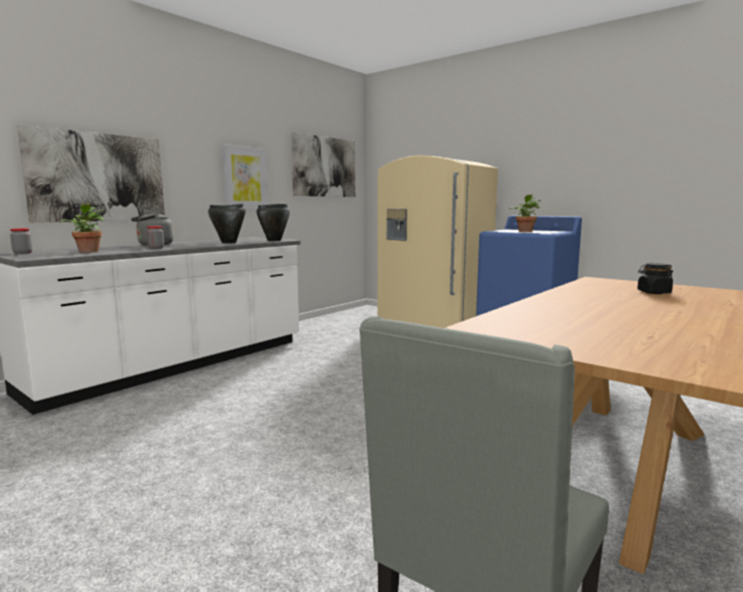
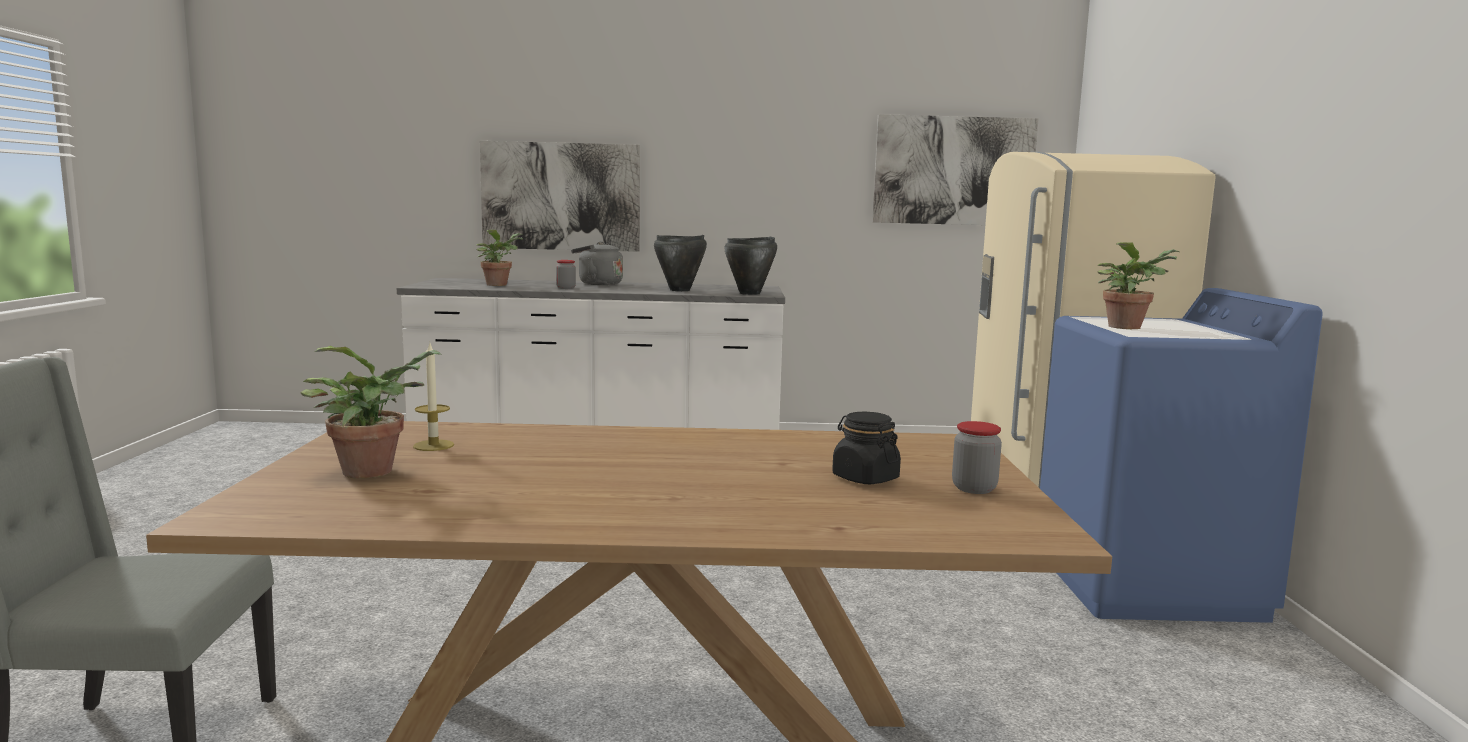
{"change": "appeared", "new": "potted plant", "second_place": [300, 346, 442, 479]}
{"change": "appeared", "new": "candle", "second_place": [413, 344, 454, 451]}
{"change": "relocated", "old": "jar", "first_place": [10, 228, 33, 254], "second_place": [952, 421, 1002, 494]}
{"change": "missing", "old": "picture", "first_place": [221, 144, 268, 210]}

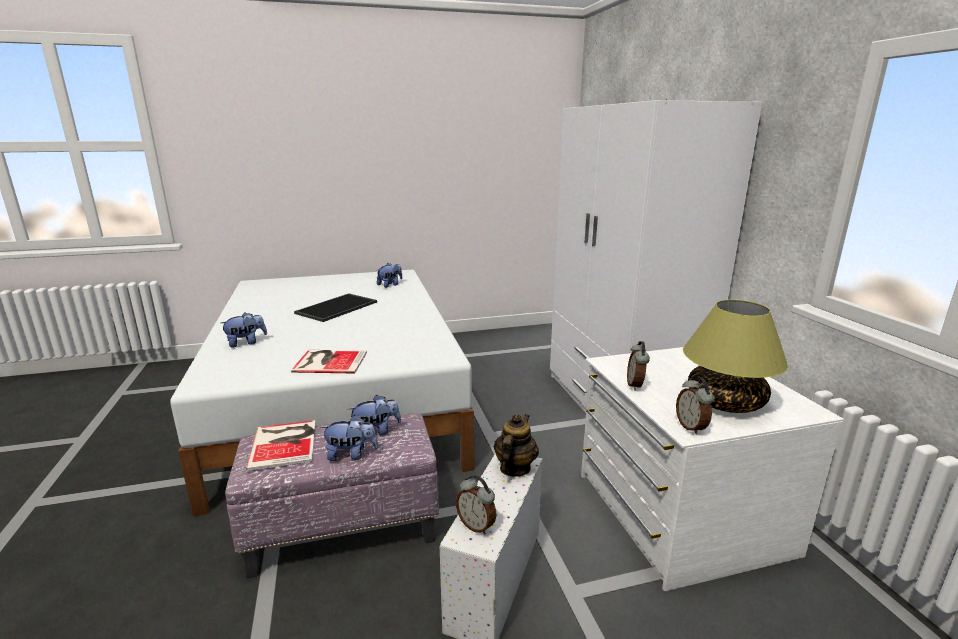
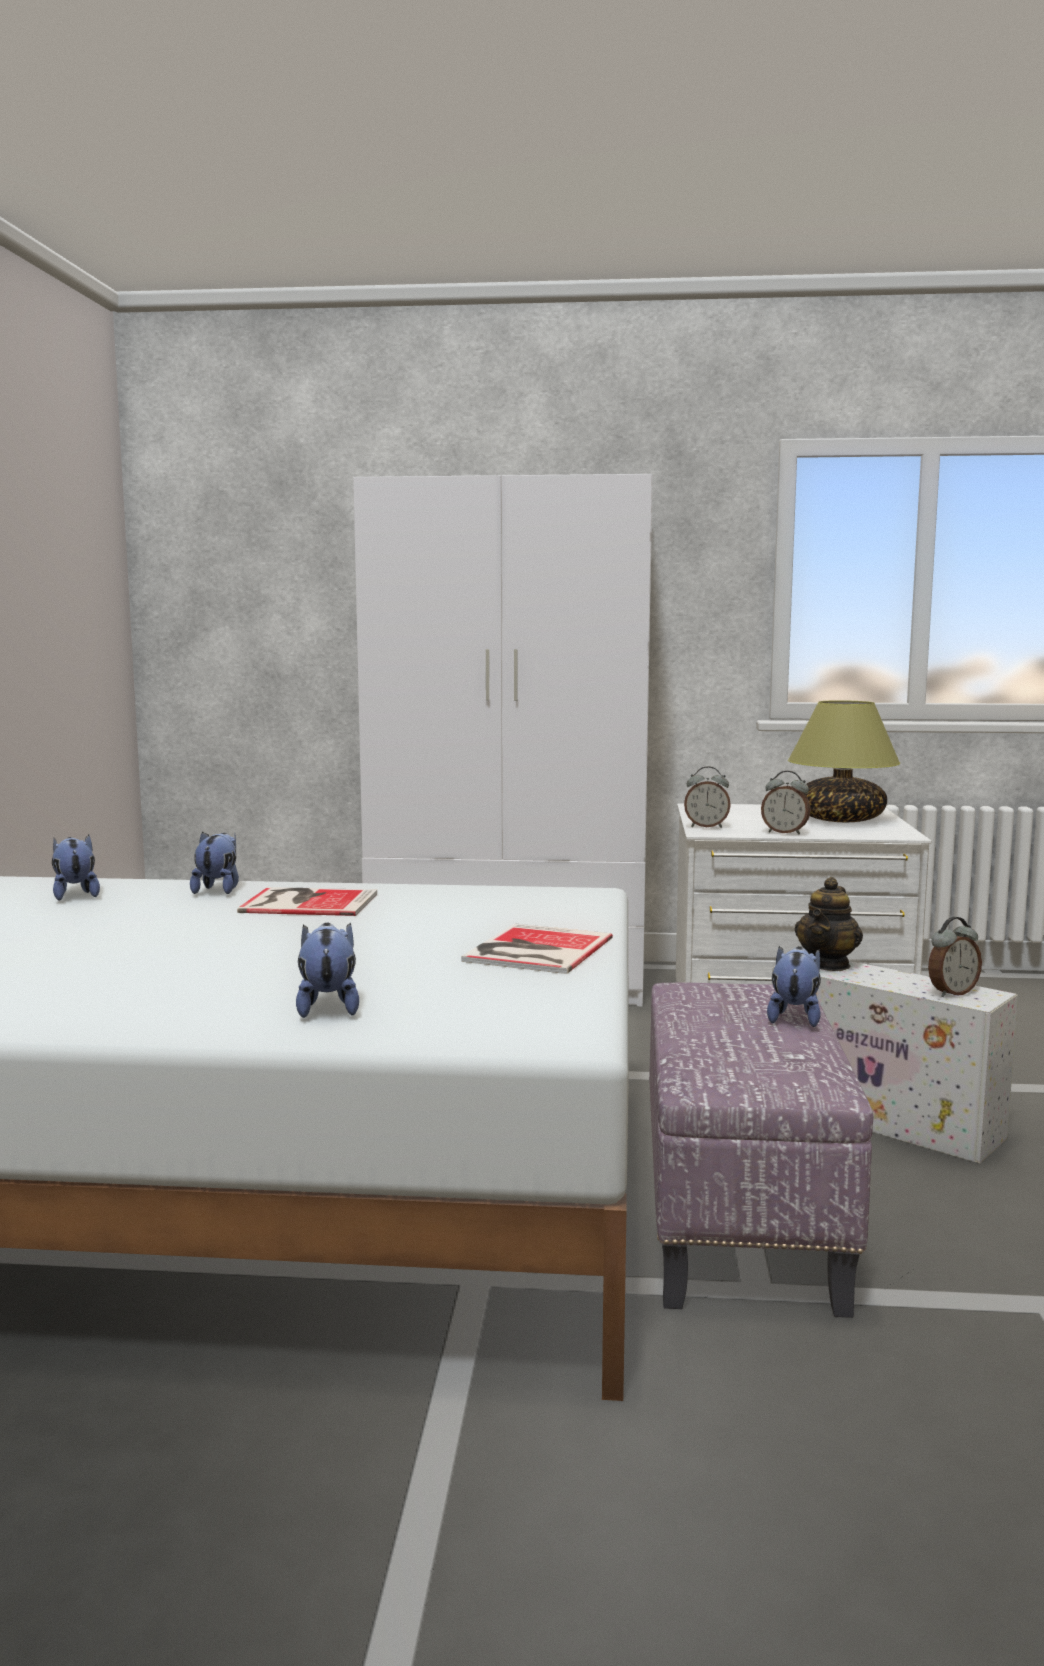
{"change": "relocated", "old": "plush toy", "first_place": [348, 395, 401, 436], "second_place": [190, 831, 239, 894]}
{"change": "relocated", "old": "book", "first_place": [246, 420, 316, 471], "second_place": [237, 887, 377, 916]}
{"change": "relocated", "old": "alarm clock", "first_place": [676, 377, 714, 435], "second_place": [684, 766, 731, 828]}
{"change": "spun", "old": "teapot", "first_place": [494, 414, 539, 477], "second_place": [795, 877, 863, 971], "degrees": -105}
{"change": "missing", "old": "tray", "first_place": [294, 294, 377, 322]}

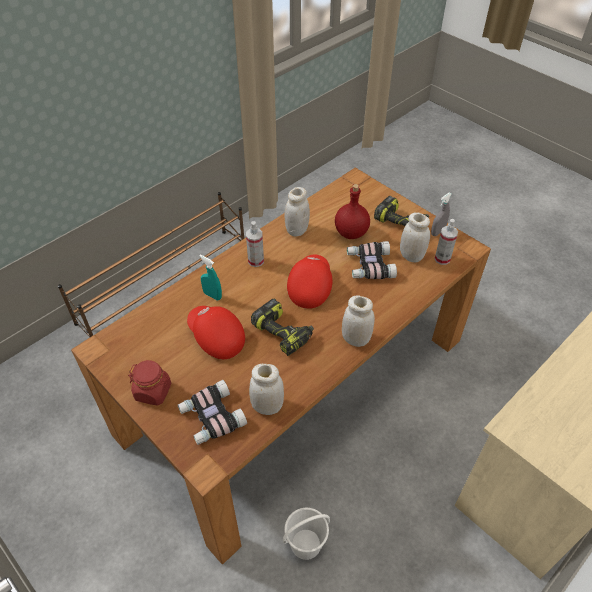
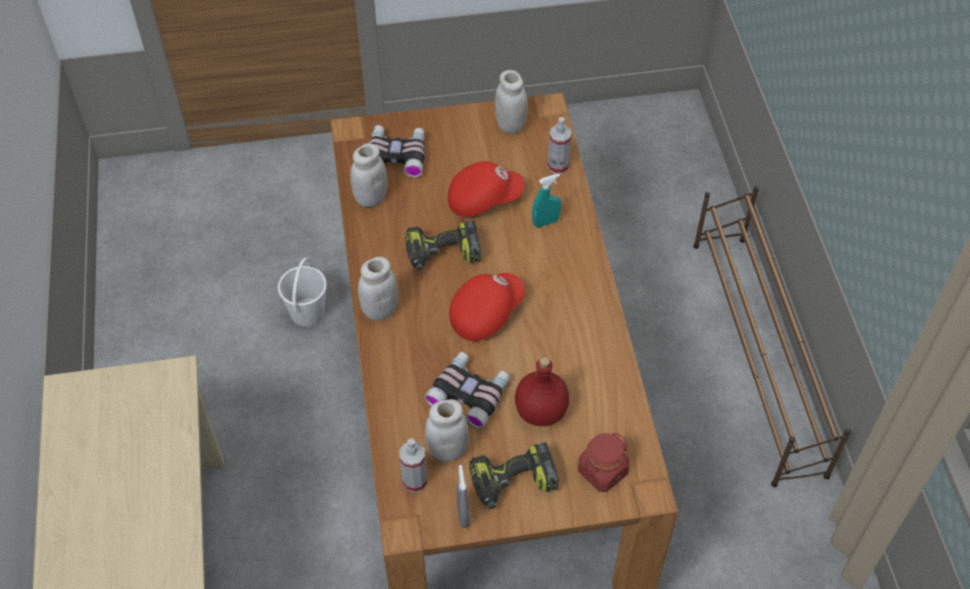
{"change": "spun", "old": "cap (red)", "first_place": [287, 255, 332, 309], "second_place": [449, 273, 525, 341], "degrees": -90}
{"change": "relocated", "old": "jar (white)", "first_place": [284, 187, 310, 236], "second_place": [495, 70, 528, 134]}
{"change": "relocated", "old": "spray bottle", "first_place": [246, 221, 264, 267], "second_place": [548, 117, 572, 174]}
{"change": "relocated", "old": "jar (red)", "first_place": [128, 360, 171, 406], "second_place": [578, 433, 630, 492]}

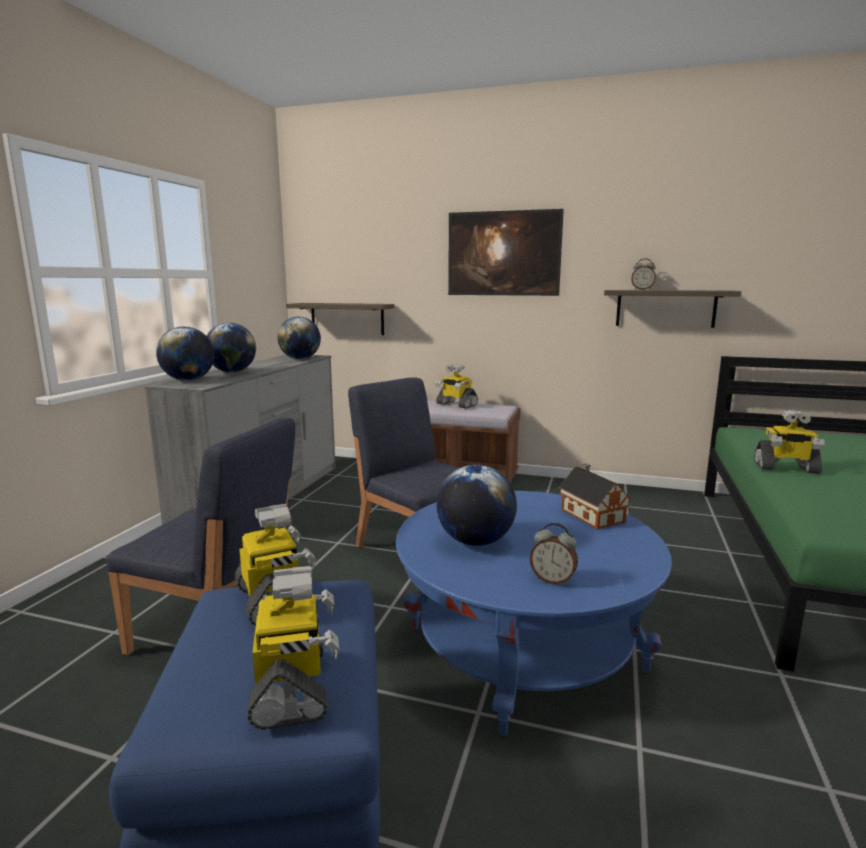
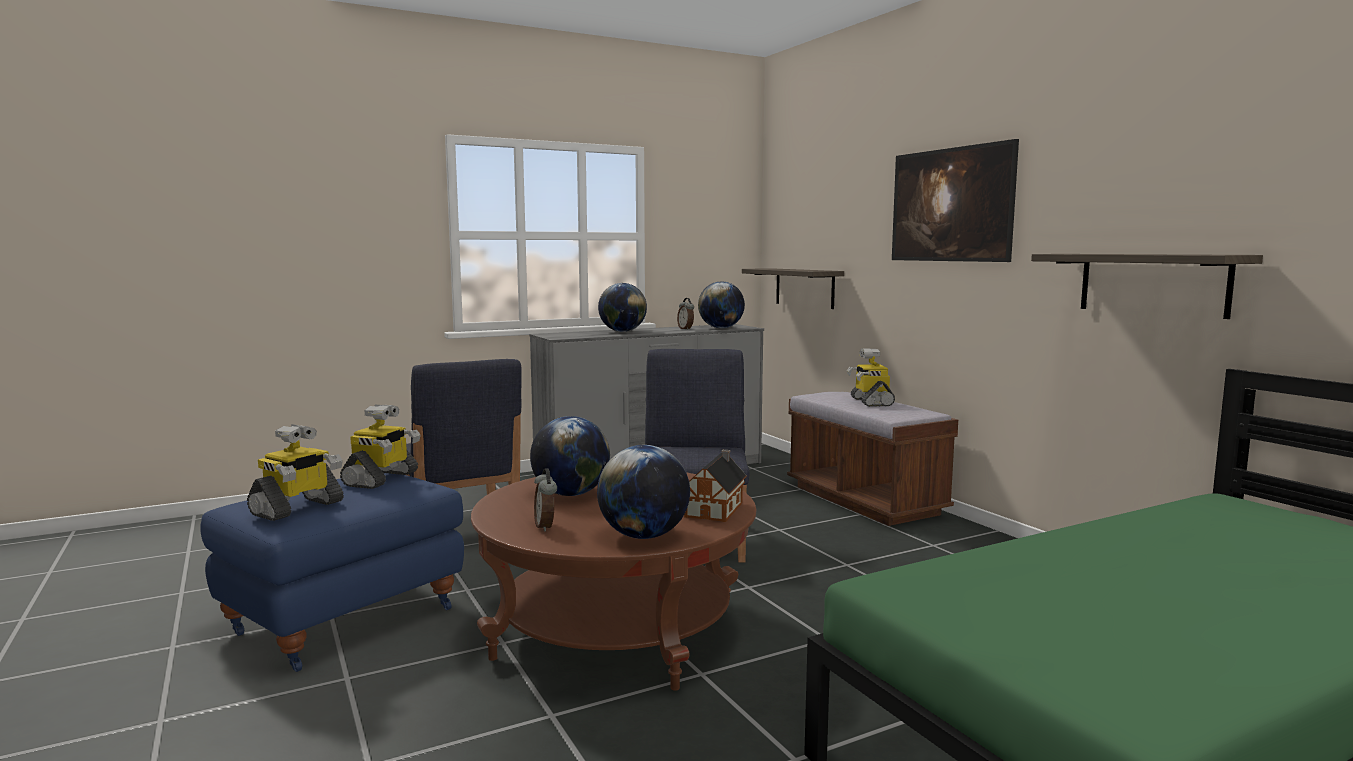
{"change": "colour", "old": "coffee table (blue)", "new": "coffee table (brown)", "first_place": [396, 491, 672, 736], "second_place": [471, 473, 756, 691]}
{"change": "relocated", "old": "globe", "first_place": [156, 327, 214, 381], "second_place": [597, 445, 690, 539]}
{"change": "relocated", "old": "alarm clock", "first_place": [631, 258, 656, 290], "second_place": [677, 298, 694, 330]}
{"change": "missing", "old": "toy robot", "first_place": [754, 410, 825, 474]}

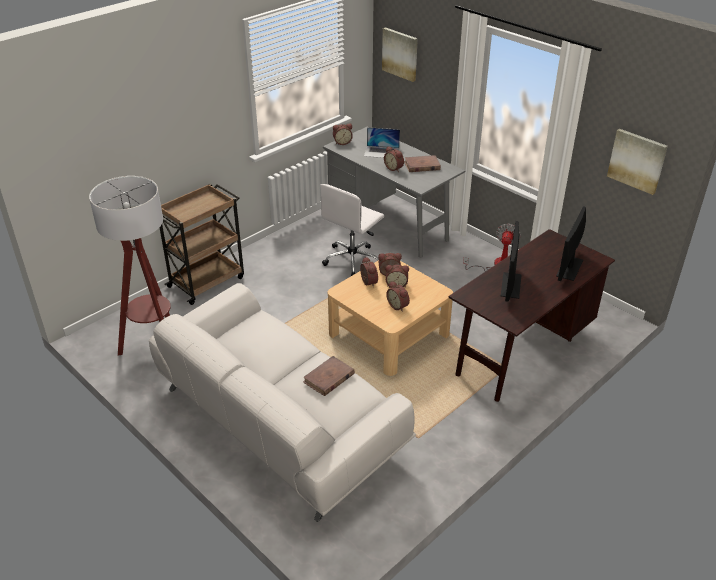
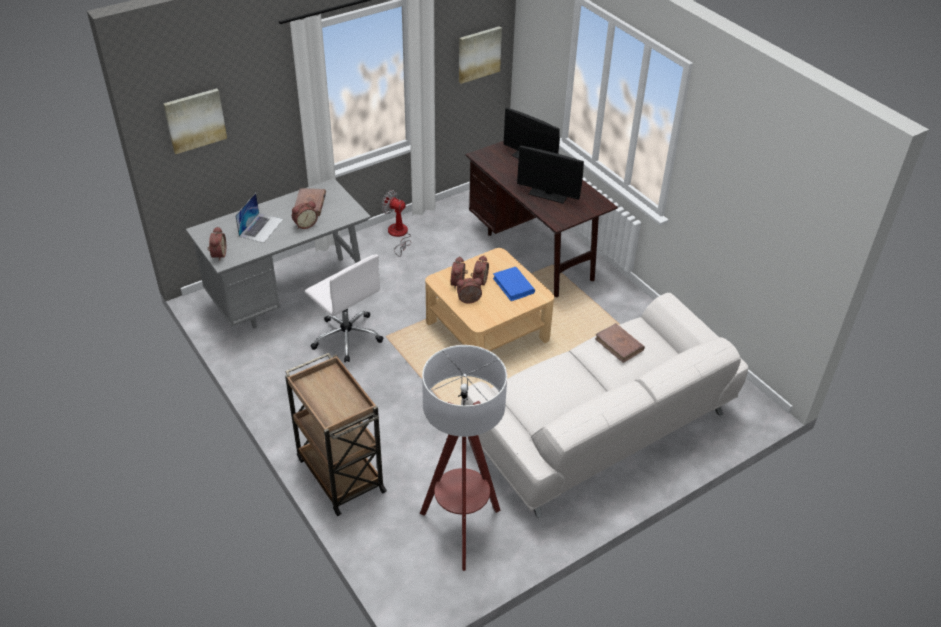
{"change": "exchanged", "old": "alarm clock", "new": "book (blue)", "first_place": [386, 281, 410, 312], "second_place": [493, 267, 535, 301]}

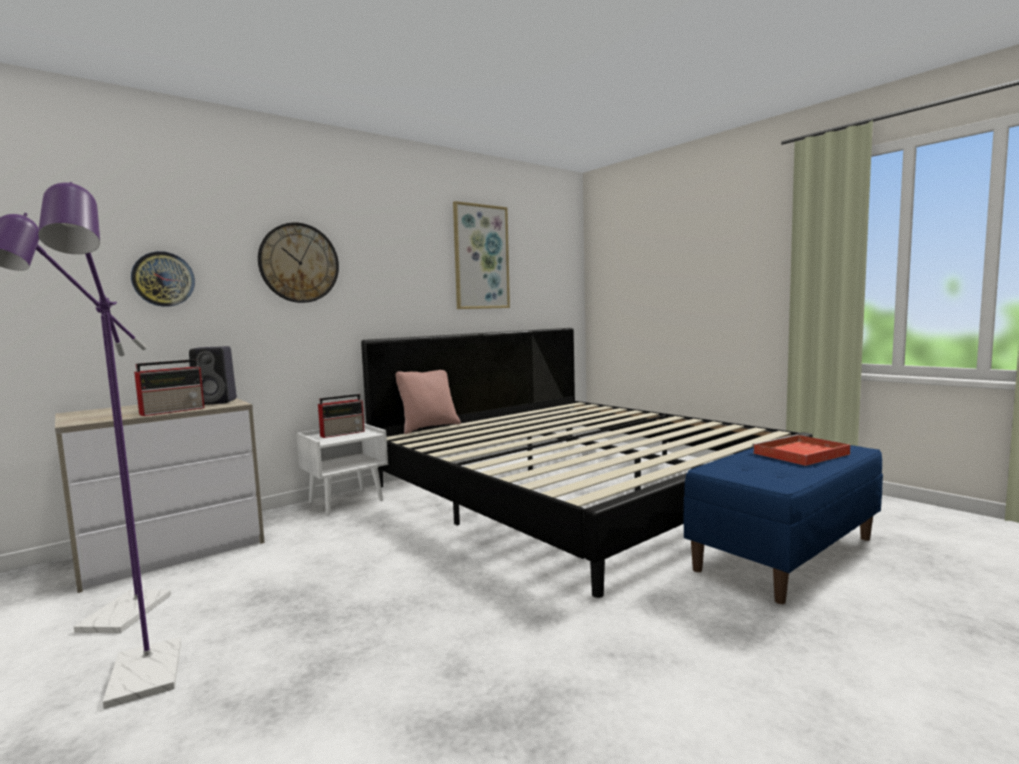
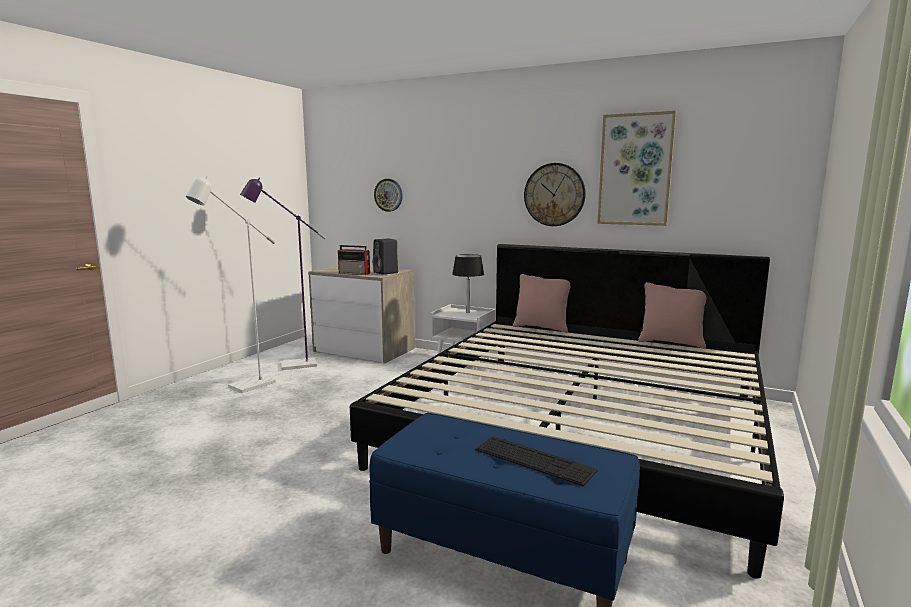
{"change": "colour", "old": "floor lamp (purple)", "new": "floor lamp (white)", "first_place": [38, 182, 181, 709], "second_place": [186, 176, 276, 393]}
{"change": "exchanged", "old": "radio", "new": "table lamp (black)", "first_place": [318, 394, 365, 438], "second_place": [452, 254, 484, 313]}
{"change": "exchanged", "old": "tray (red)", "new": "keyboard", "first_place": [752, 435, 850, 466], "second_place": [475, 436, 598, 486]}
{"change": "relocated", "old": "wall clock", "first_place": [258, 222, 339, 303], "second_place": [524, 163, 586, 226]}
{"change": "appeared", "new": "pillow (pink)", "second_place": [638, 282, 707, 349]}

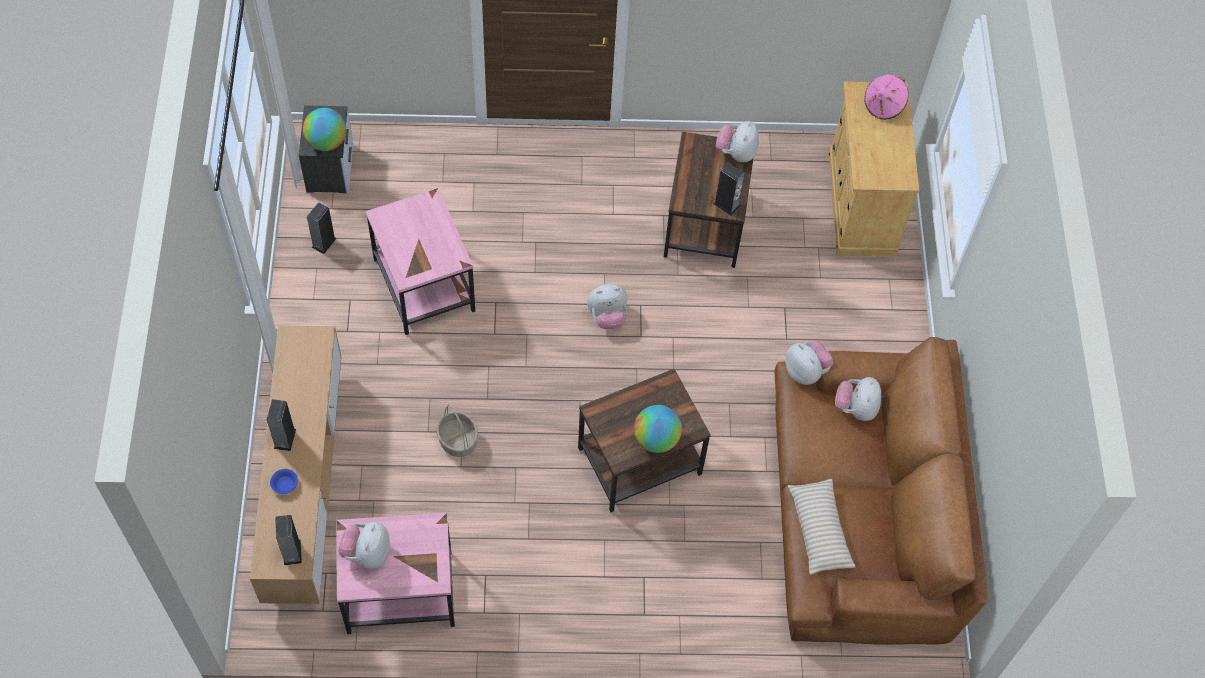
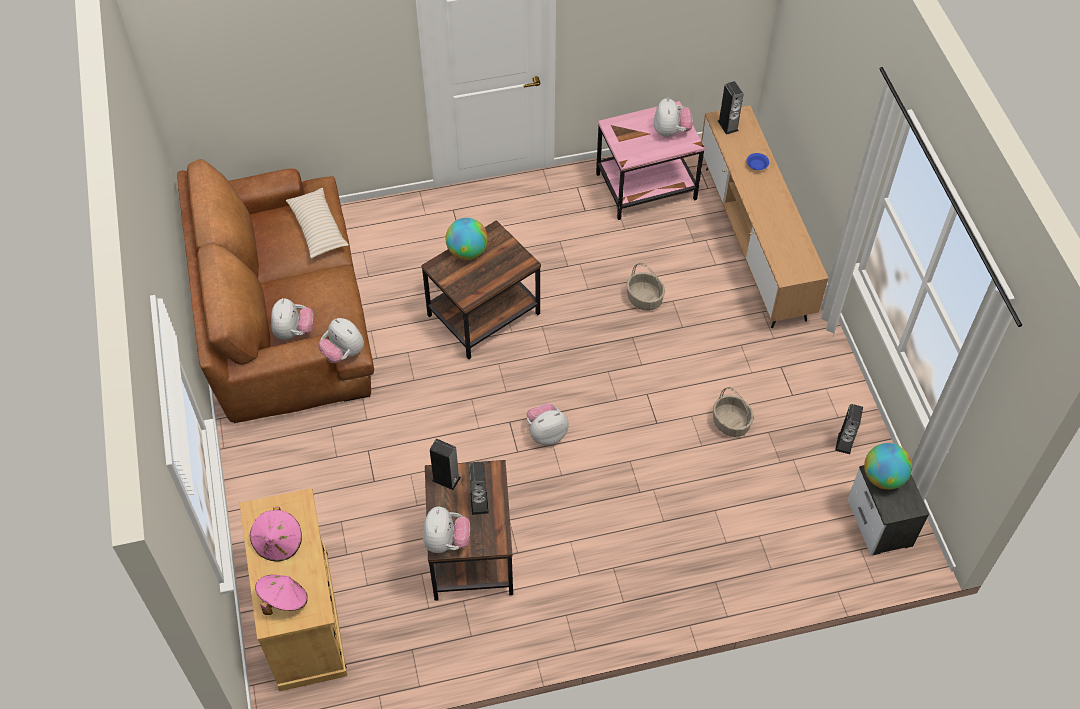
{"change": "appeared", "new": "hat (pink)", "second_place": [250, 507, 302, 562]}
{"change": "relocated", "old": "speaker", "first_place": [267, 399, 296, 451], "second_place": [469, 462, 489, 515]}
{"change": "exchanged", "old": "side table (pink)", "new": "basket", "first_place": [366, 188, 475, 335], "second_place": [713, 387, 754, 437]}

